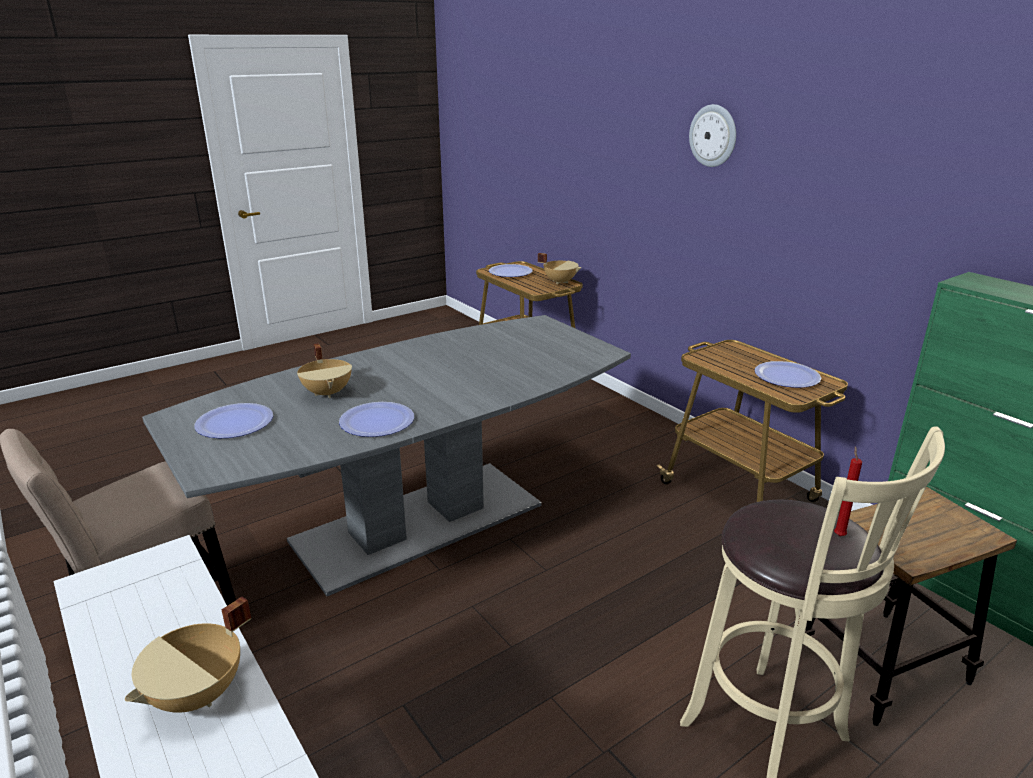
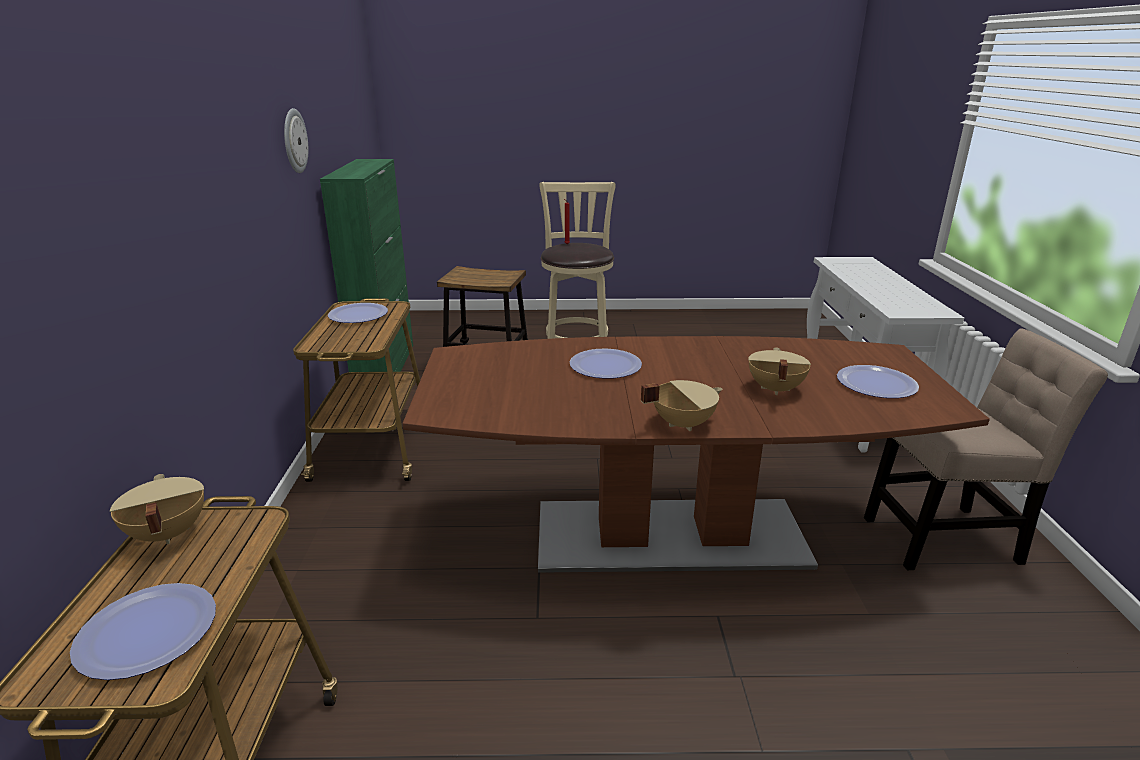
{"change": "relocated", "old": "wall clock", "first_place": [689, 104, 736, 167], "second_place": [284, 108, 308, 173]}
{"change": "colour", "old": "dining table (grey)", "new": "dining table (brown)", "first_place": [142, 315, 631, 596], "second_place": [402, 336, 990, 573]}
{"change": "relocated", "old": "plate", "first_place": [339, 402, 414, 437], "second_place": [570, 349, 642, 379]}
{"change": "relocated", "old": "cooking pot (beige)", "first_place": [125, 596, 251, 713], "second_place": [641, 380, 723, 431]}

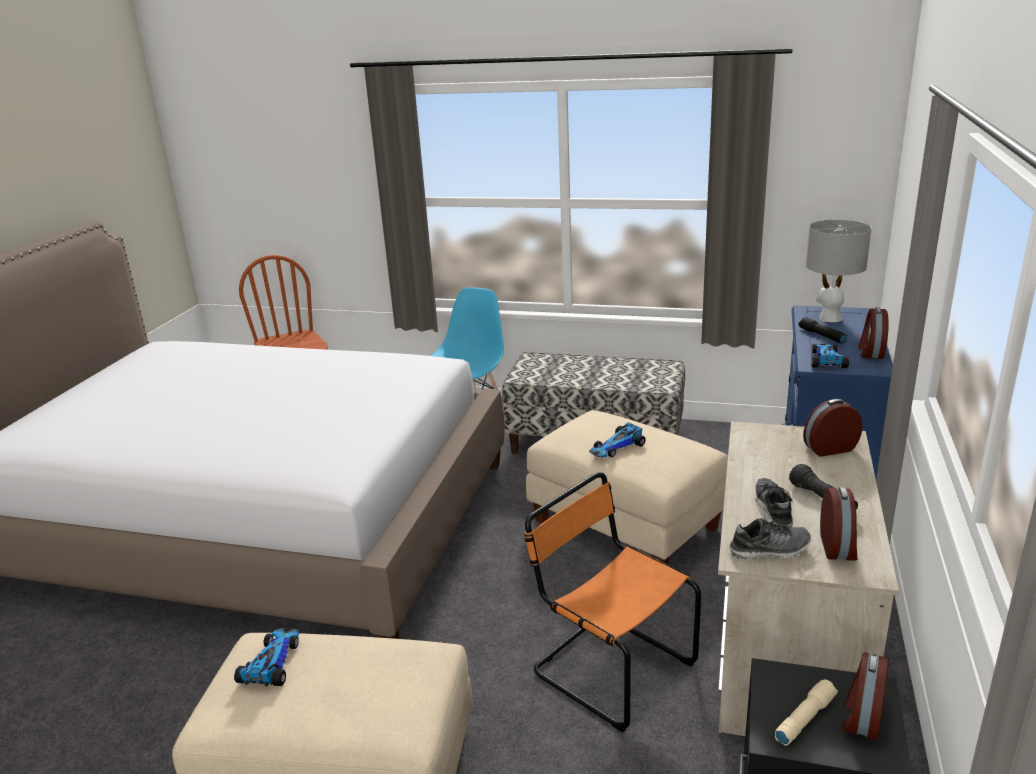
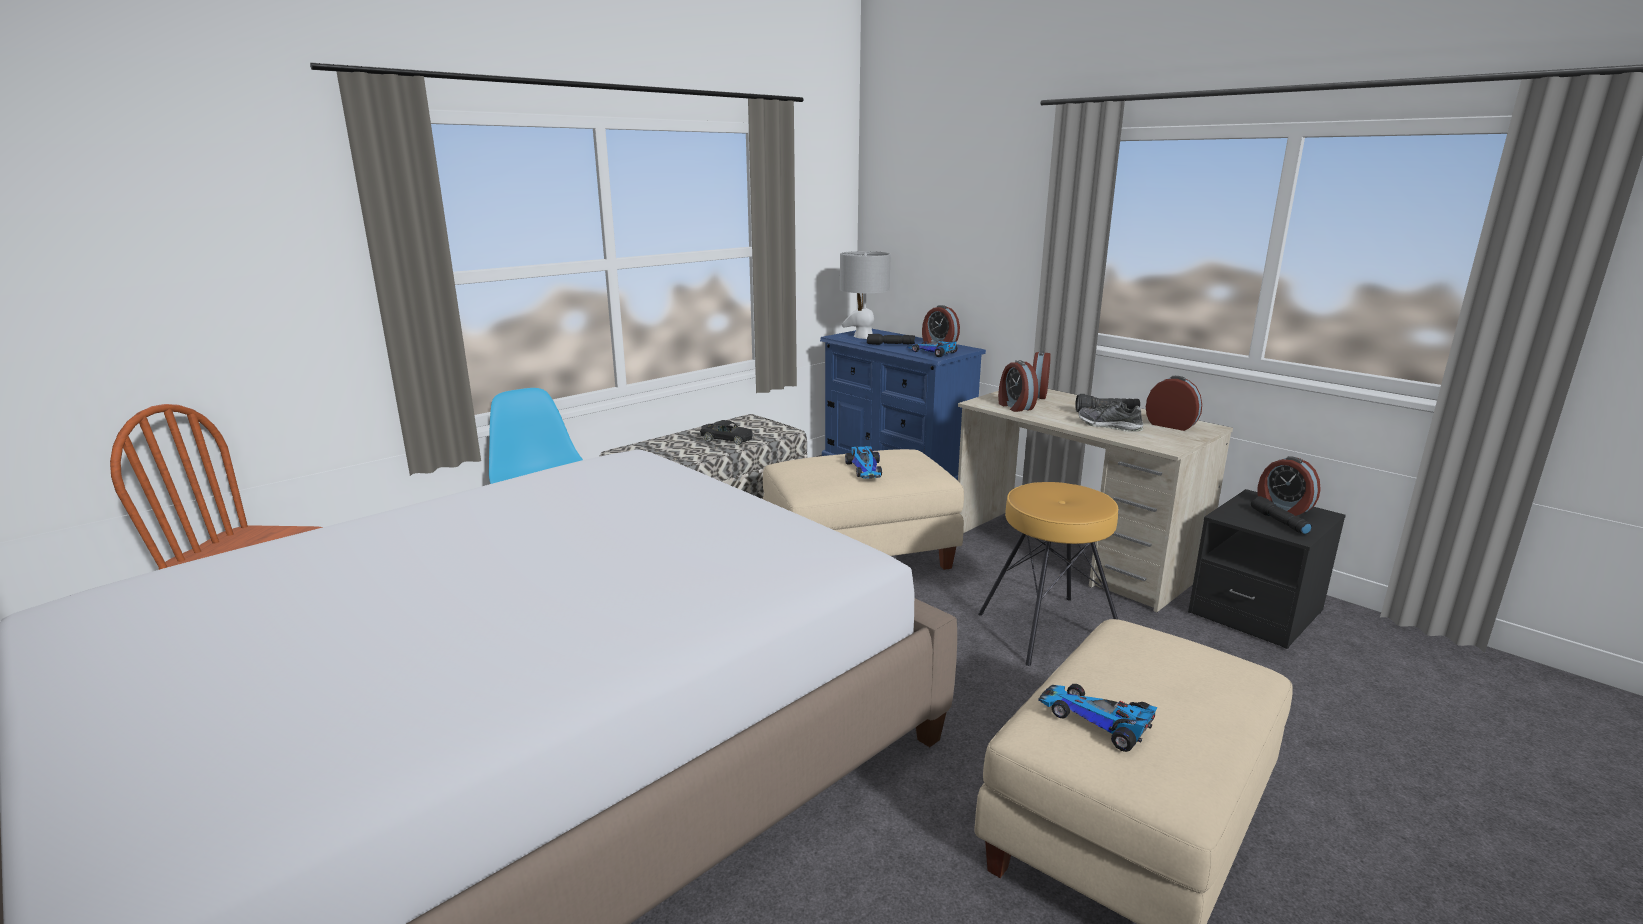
{"change": "appeared", "new": "toy car (black)", "second_place": [700, 420, 753, 445]}
{"change": "exchanged", "old": "chair (orange)", "new": "stool (brown)", "first_place": [524, 472, 701, 732], "second_place": [978, 482, 1118, 666]}
{"change": "appeared", "new": "alarm clock", "second_place": [998, 360, 1038, 412]}
{"change": "colour", "old": "flashlight (beige)", "new": "flashlight (black)", "first_place": [775, 679, 838, 746], "second_place": [1251, 496, 1312, 535]}
{"change": "missing", "old": "shoe", "first_place": [729, 518, 811, 560]}

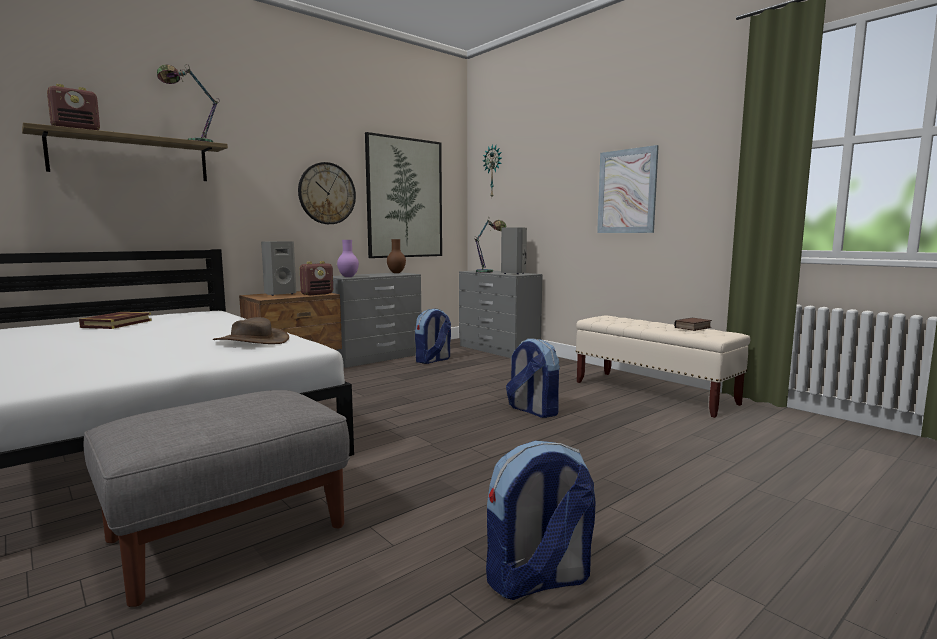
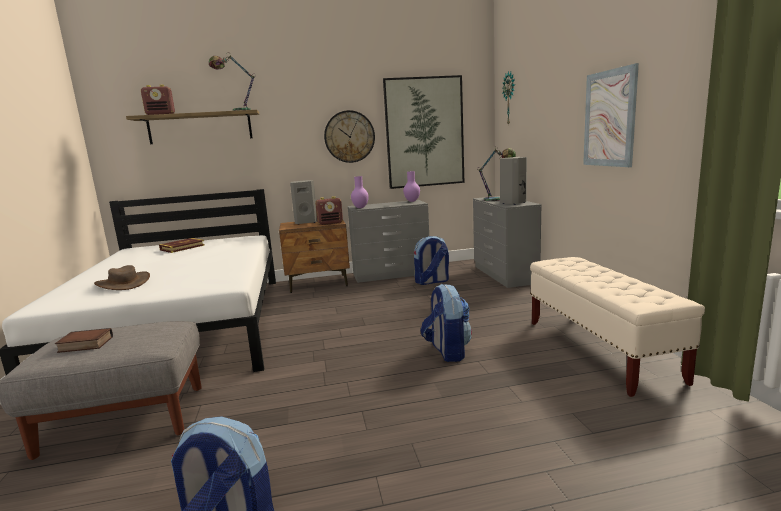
{"change": "relocated", "old": "book", "first_place": [674, 318, 712, 331], "second_place": [55, 328, 113, 353]}
{"change": "relocated", "old": "hat (brown)", "first_place": [213, 317, 289, 344], "second_place": [94, 265, 150, 290]}
{"change": "colour", "old": "vase (brown)", "new": "vase (purple)", "first_place": [387, 239, 406, 273], "second_place": [403, 171, 420, 202]}

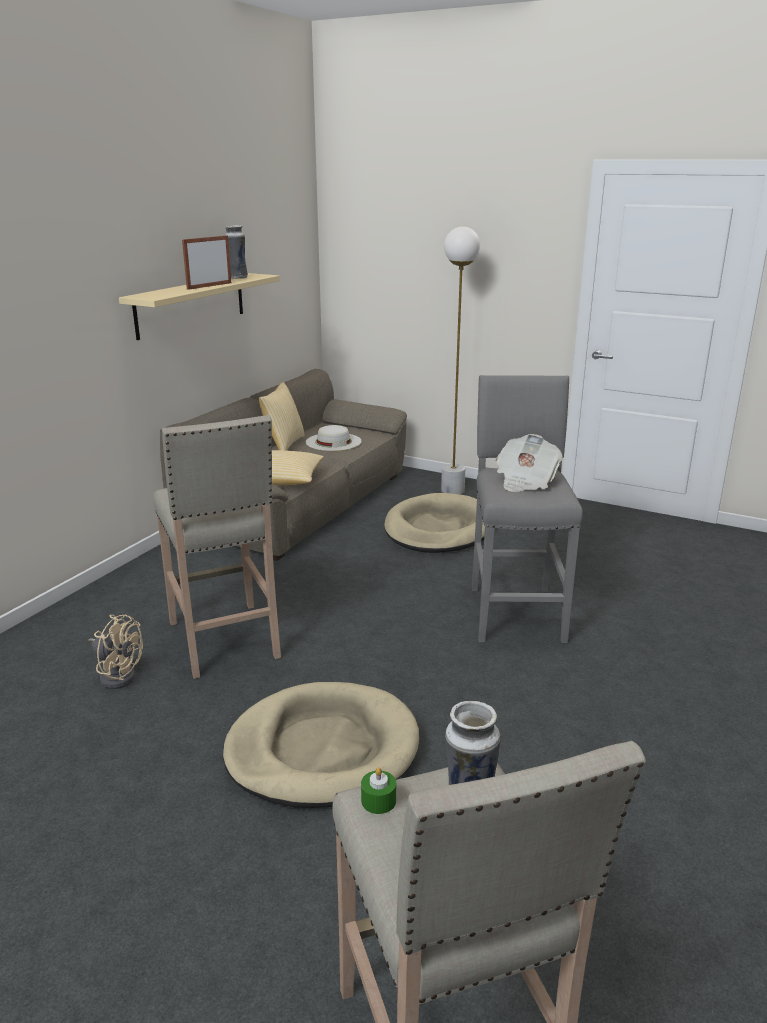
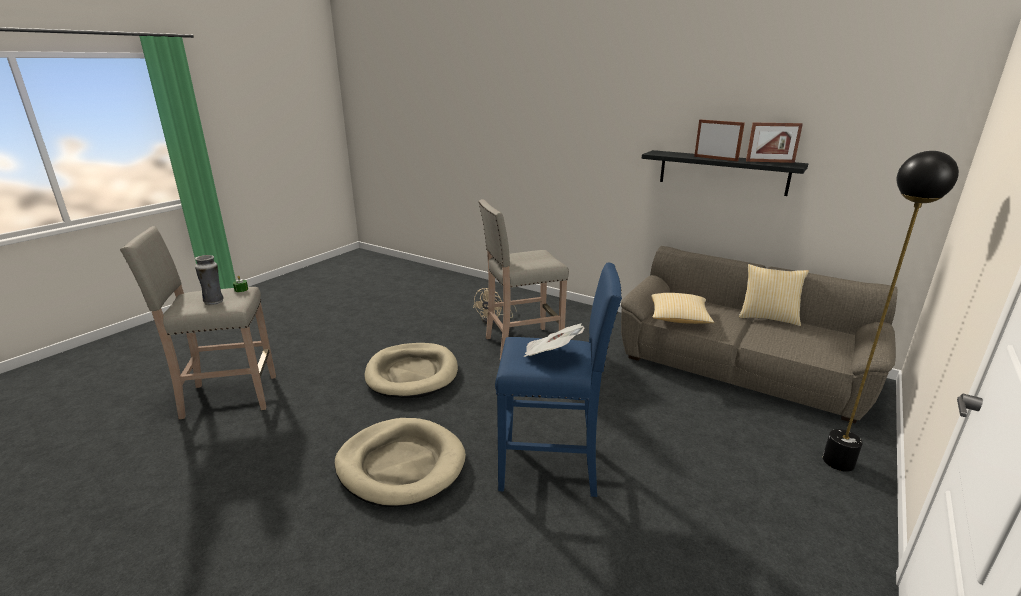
{"change": "relocated", "old": "dog bed (beige)", "first_place": [384, 493, 485, 553], "second_place": [334, 418, 466, 507]}
{"change": "colour", "old": "stool (grey)", "new": "stool (blue)", "first_place": [472, 375, 583, 643], "second_place": [495, 263, 622, 497]}
{"change": "colour", "old": "shelf (beige)", "new": "shelf (black)", "first_place": [119, 273, 280, 340], "second_place": [642, 150, 808, 196]}
{"change": "exchanged", "old": "vase", "new": "picture frame", "first_place": [224, 225, 248, 279], "second_place": [746, 123, 803, 163]}
{"change": "colour", "old": "floor lamp (white)", "new": "floor lamp (black)", "first_place": [441, 227, 480, 494], "second_place": [823, 151, 959, 472]}
{"change": "missing", "old": "hat (white)", "first_place": [306, 425, 362, 451]}

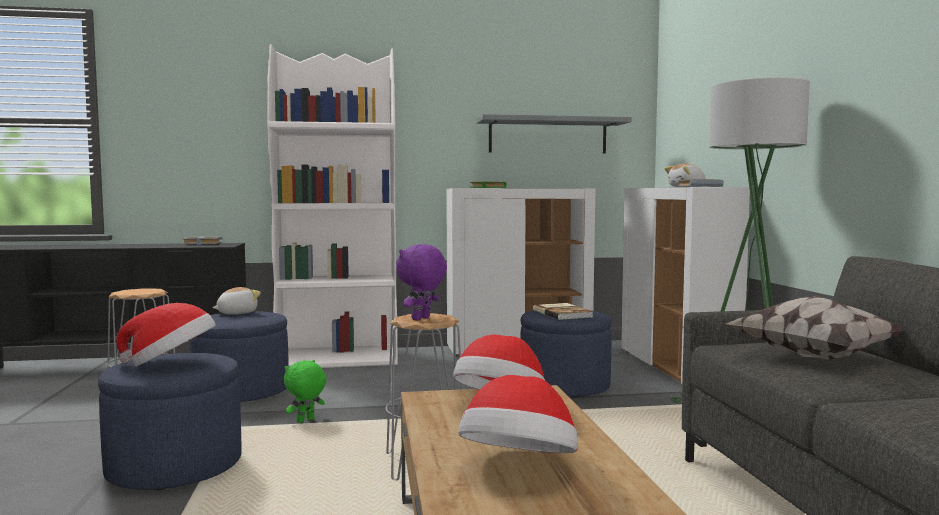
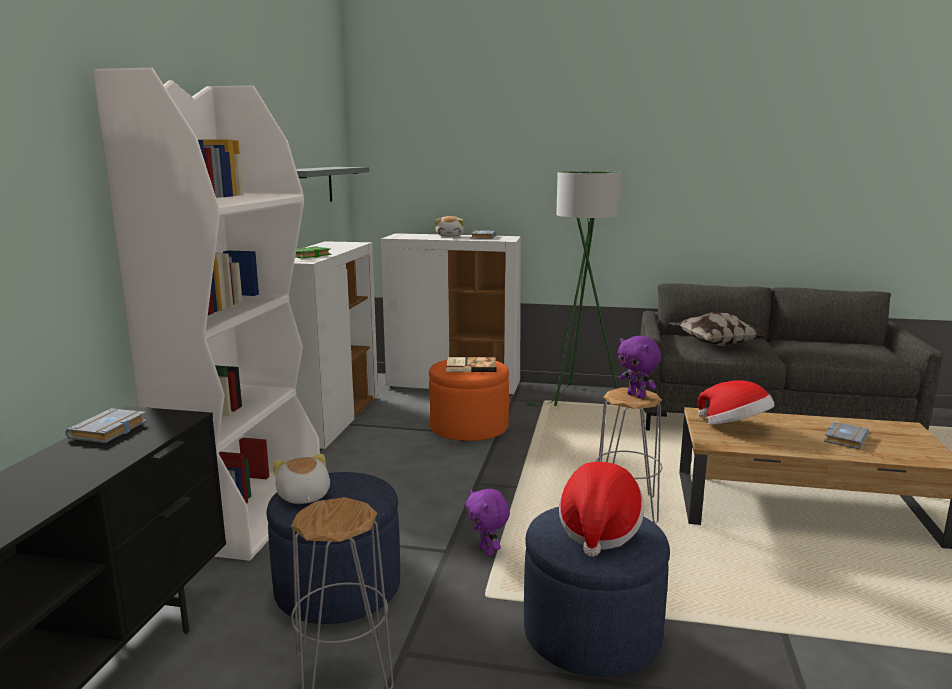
{"change": "colour", "old": "ottoman (blue)", "new": "ottoman (orange)", "first_place": [520, 310, 612, 398], "second_place": [429, 360, 509, 441]}
{"change": "colour", "old": "plush toy (green)", "new": "plush toy (purple)", "first_place": [284, 360, 327, 423], "second_place": [466, 489, 510, 556]}
{"change": "exchanged", "old": "hat", "new": "book (grey)", "first_place": [458, 375, 578, 453], "second_place": [824, 422, 870, 449]}

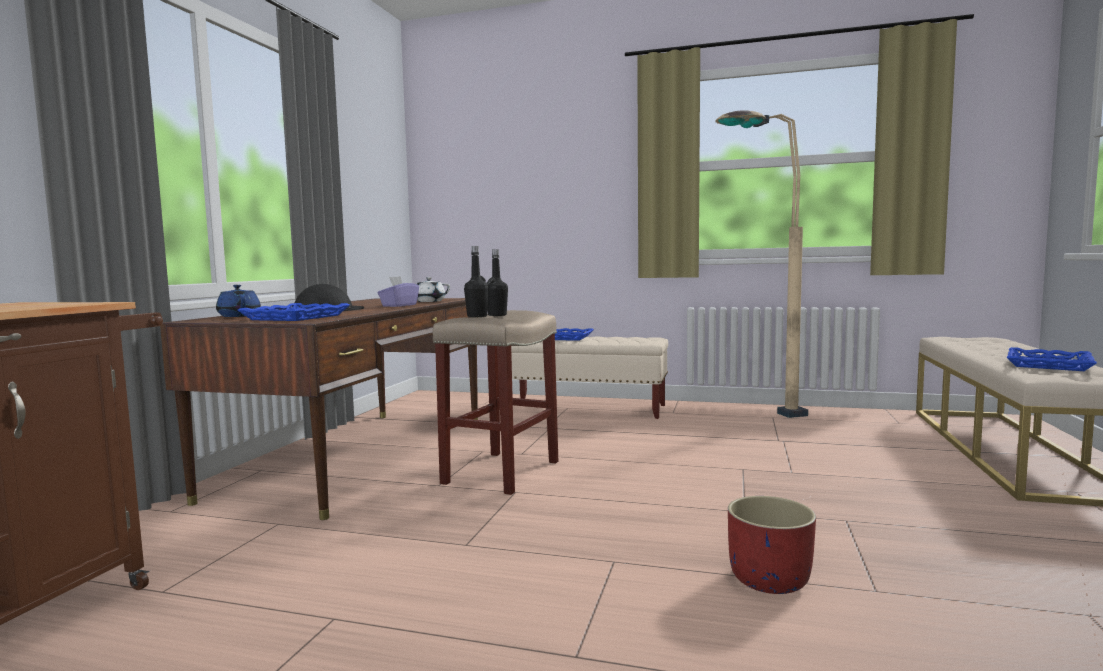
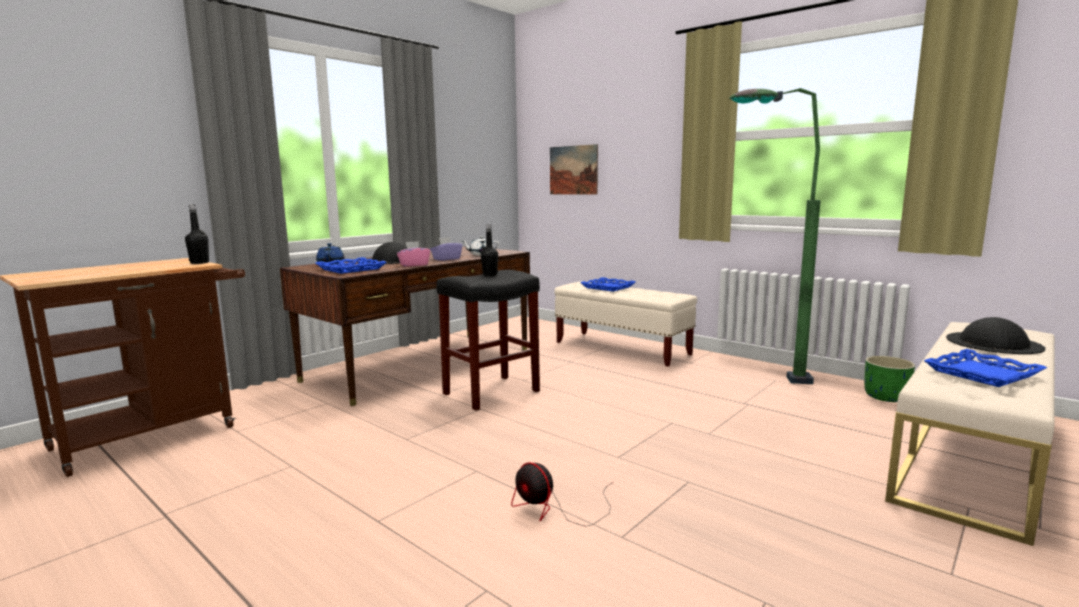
{"change": "relocated", "old": "bottle (black)", "first_place": [464, 246, 489, 317], "second_place": [185, 204, 209, 264]}
{"change": "appeared", "new": "tissue box (pink)", "second_place": [397, 241, 430, 267]}
{"change": "colour", "old": "stool (beige)", "new": "stool (black)", "first_place": [433, 310, 558, 495], "second_place": [436, 270, 540, 411]}
{"change": "exchanged", "old": "planter (red)", "new": "fan", "first_place": [728, 496, 816, 594], "second_place": [511, 462, 612, 526]}
{"change": "appeared", "new": "picture", "second_place": [550, 144, 598, 195]}
{"change": "colour", "old": "floor lamp (beige)", "new": "floor lamp (green)", "first_place": [715, 110, 808, 418], "second_place": [729, 88, 821, 384]}
{"change": "appeared", "new": "planter (green)", "second_place": [864, 356, 915, 402]}
{"change": "appeared", "new": "hat (black)", "second_place": [946, 317, 1046, 354]}

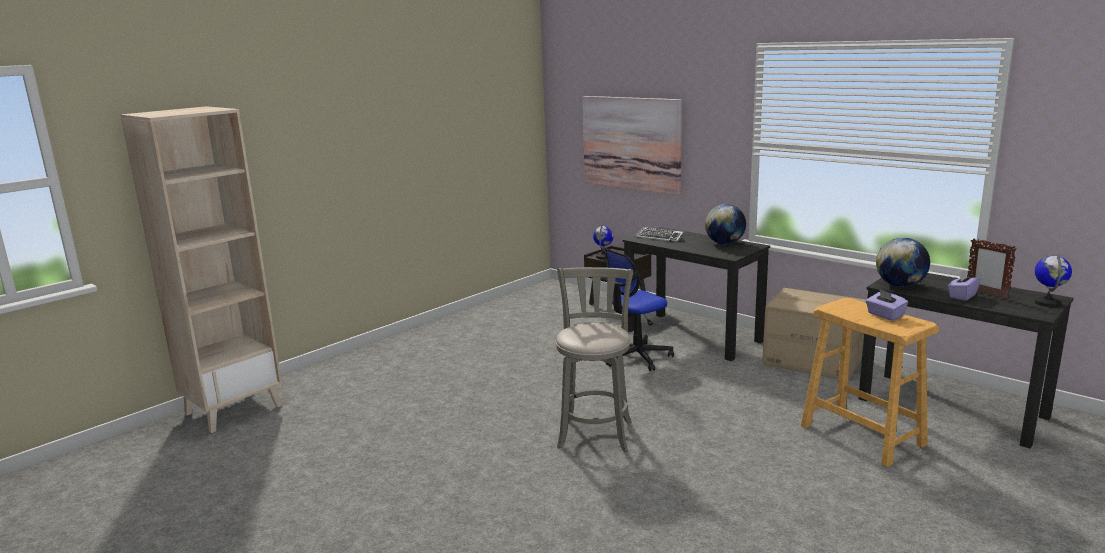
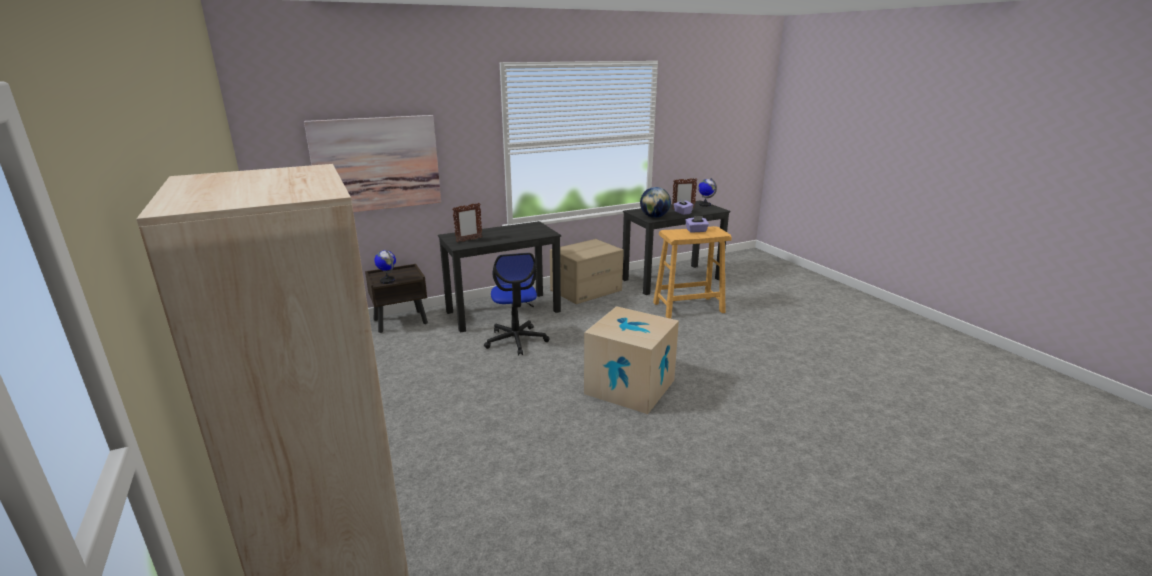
{"change": "exchanged", "old": "keyboard", "new": "picture frame", "first_place": [636, 227, 684, 242], "second_place": [453, 203, 482, 243]}
{"change": "exchanged", "old": "stool (grey)", "new": "cardboard box", "first_place": [555, 267, 633, 452], "second_place": [584, 306, 679, 414]}
{"change": "missing", "old": "globe", "first_place": [705, 204, 746, 244]}

